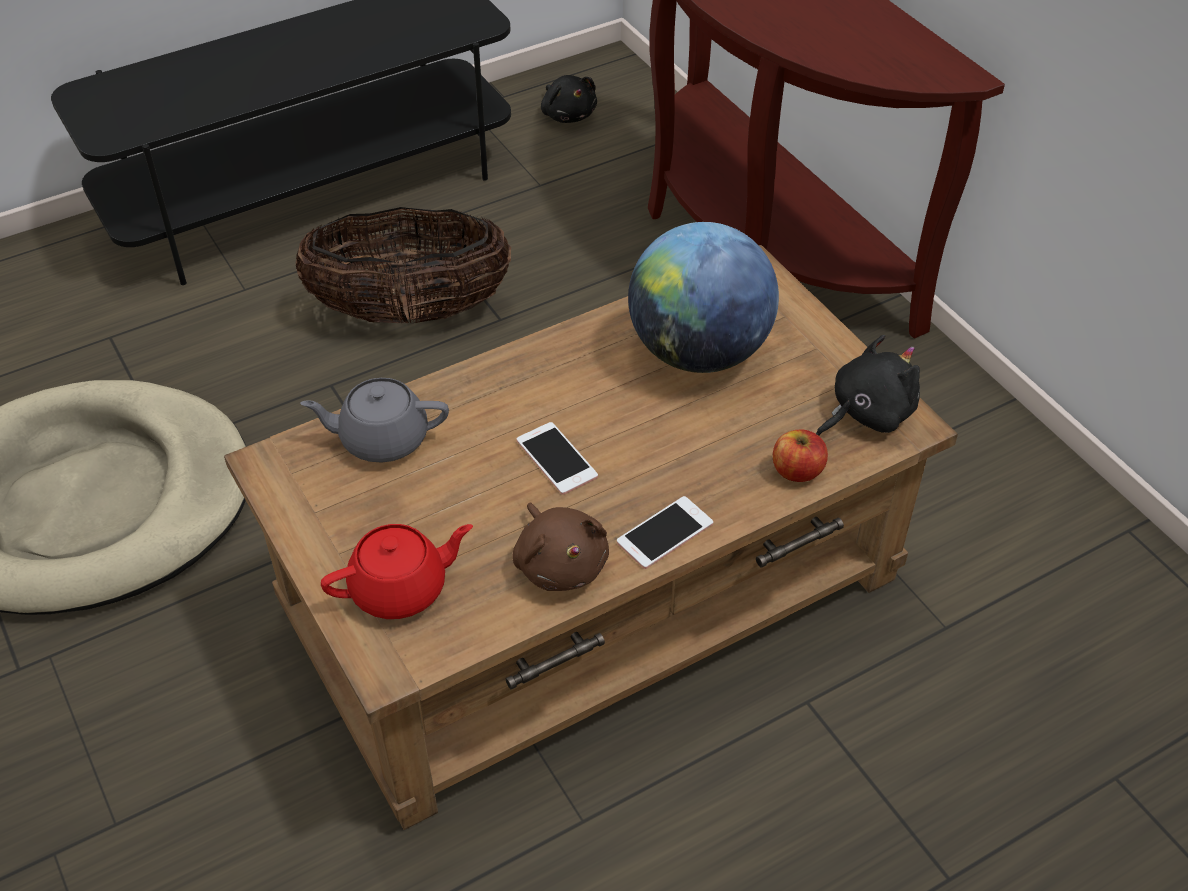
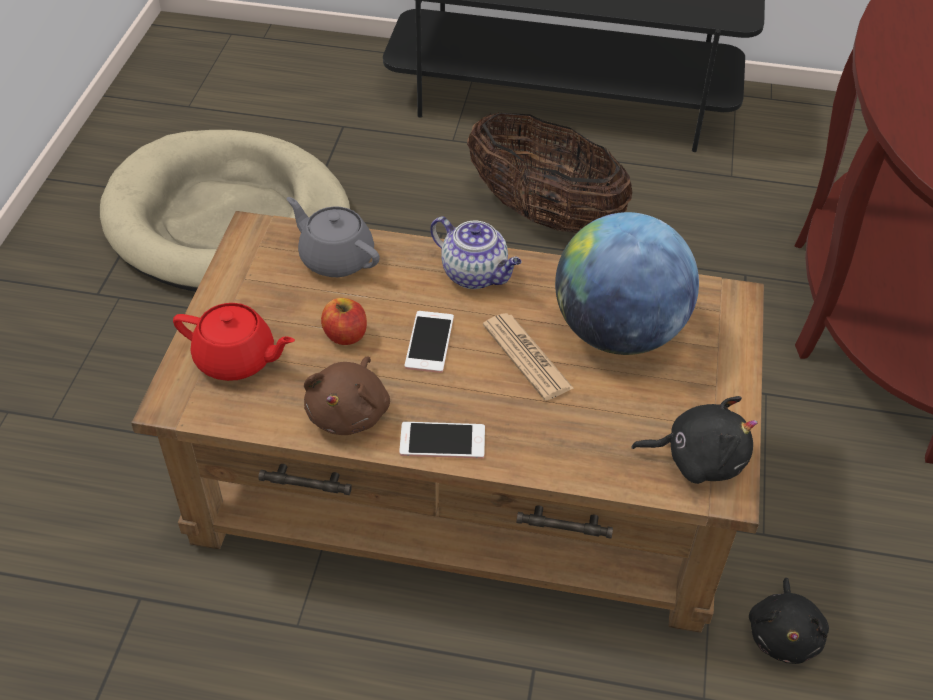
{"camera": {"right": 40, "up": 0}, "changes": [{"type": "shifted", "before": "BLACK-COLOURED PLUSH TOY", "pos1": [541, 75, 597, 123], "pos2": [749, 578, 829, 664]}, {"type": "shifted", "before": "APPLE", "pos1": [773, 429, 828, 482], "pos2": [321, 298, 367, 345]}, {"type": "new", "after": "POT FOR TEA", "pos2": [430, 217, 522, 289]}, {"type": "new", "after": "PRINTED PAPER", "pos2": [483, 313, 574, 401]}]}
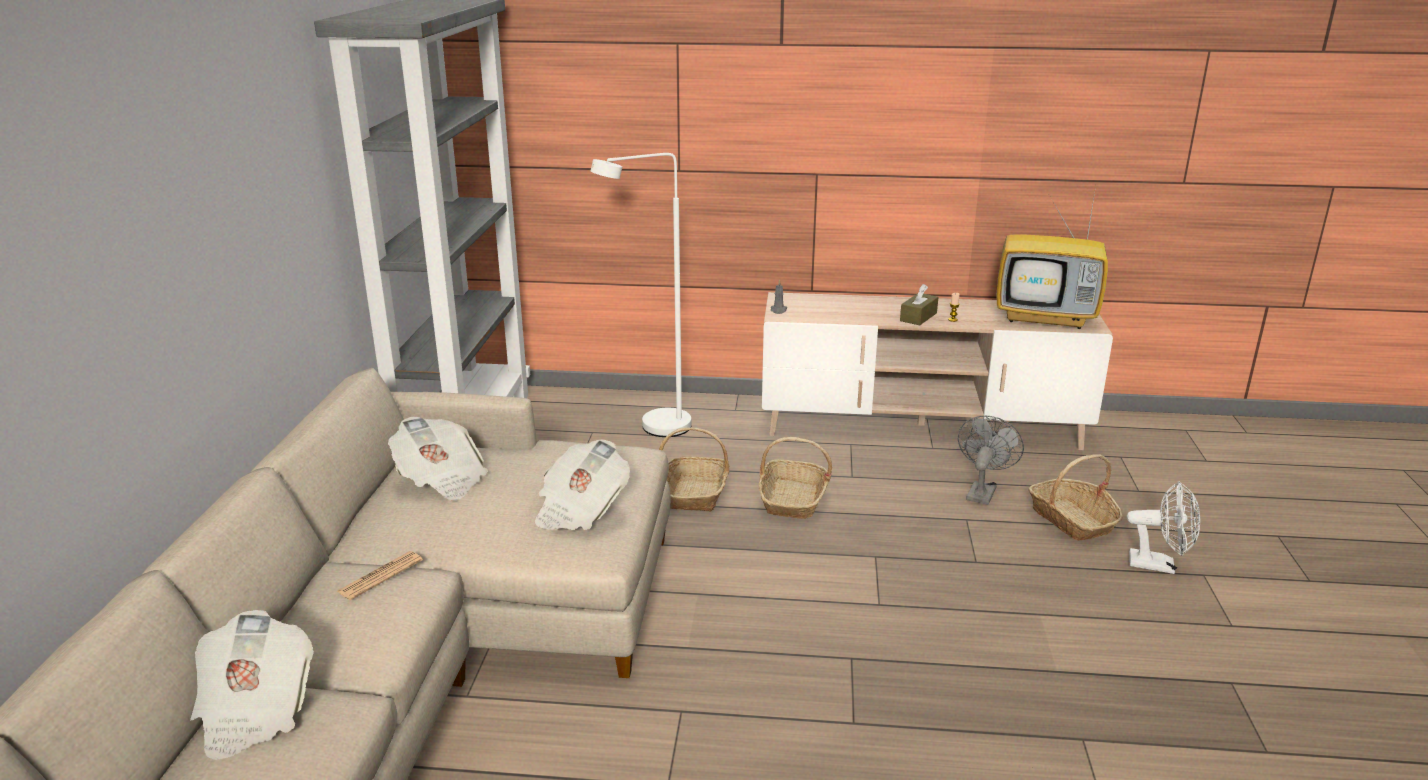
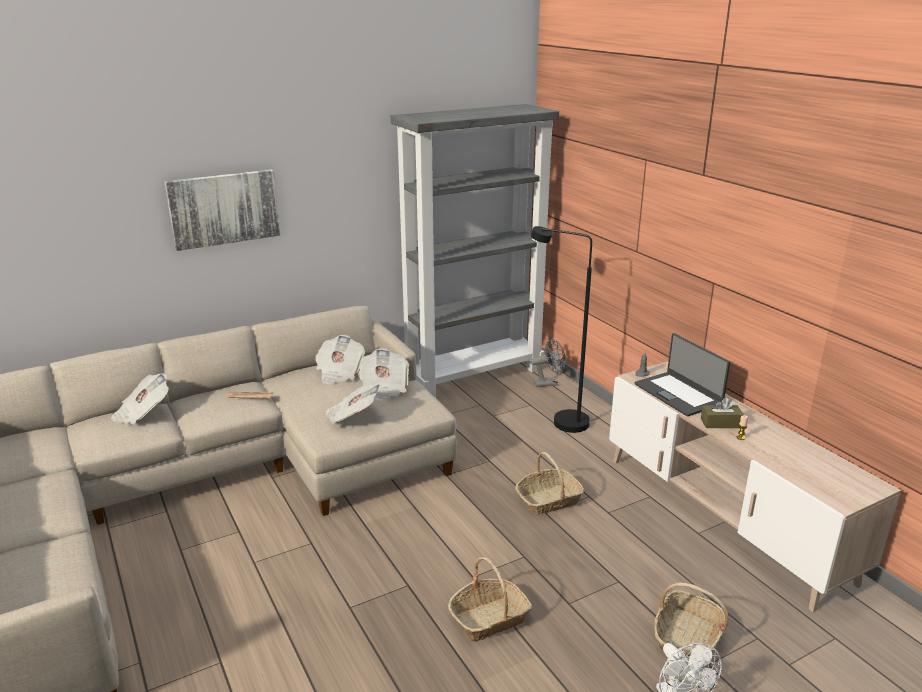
{"camera": {"right": 55, "up": 0}, "changes": [{"type": "repainted", "before": "WHITISH STANDING LAMP", "after": "BLACK-COLOURED STANDING LAMP", "pos1": [591, 153, 691, 437], "pos2": [531, 226, 592, 433]}, {"type": "shifted", "before": "HOUSEHOLD BASKET", "pos1": [659, 428, 730, 512], "pos2": [448, 557, 532, 642]}, {"type": "shifted", "before": "GREYISH ELECTRIC FAN", "pos1": [958, 416, 1024, 505], "pos2": [531, 338, 566, 387]}, {"type": "gone", "before": "TV", "pos1": [996, 187, 1108, 329]}, {"type": "new", "after": "WALL ART", "pos2": [164, 169, 280, 251]}, {"type": "new", "after": "PRINTED PAPER", "pos2": [358, 348, 409, 401]}, {"type": "new", "after": "PORTABLE COMPUTER", "pos2": [635, 333, 730, 416]}]}
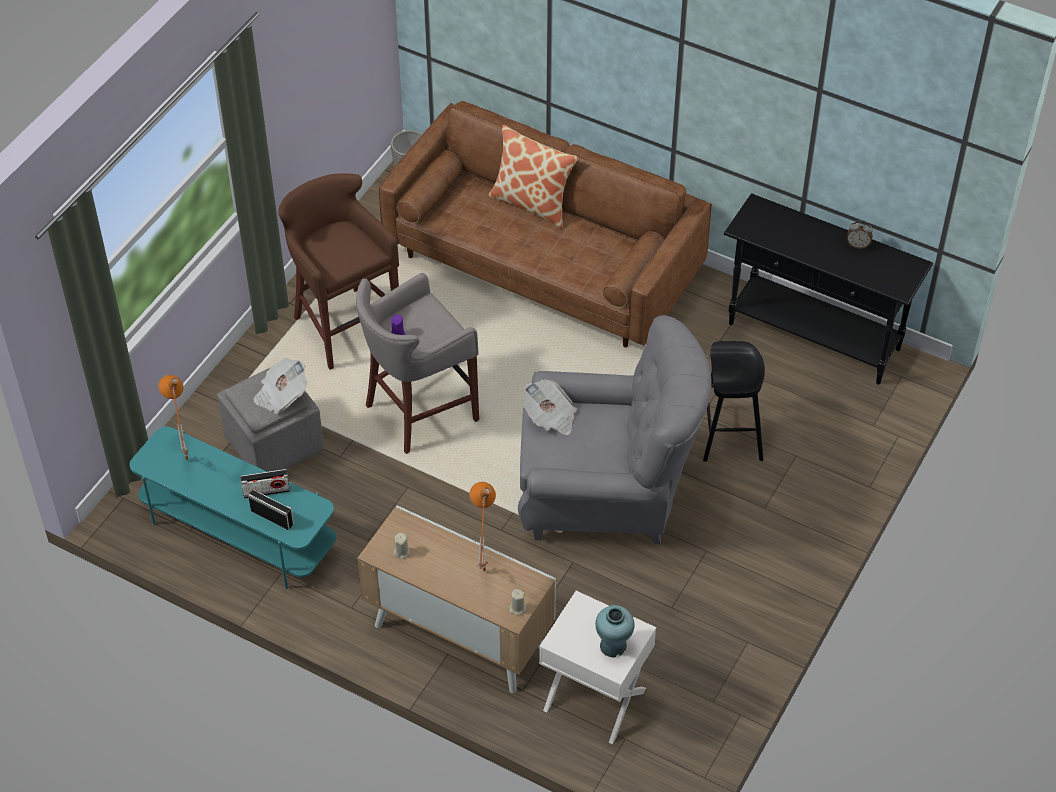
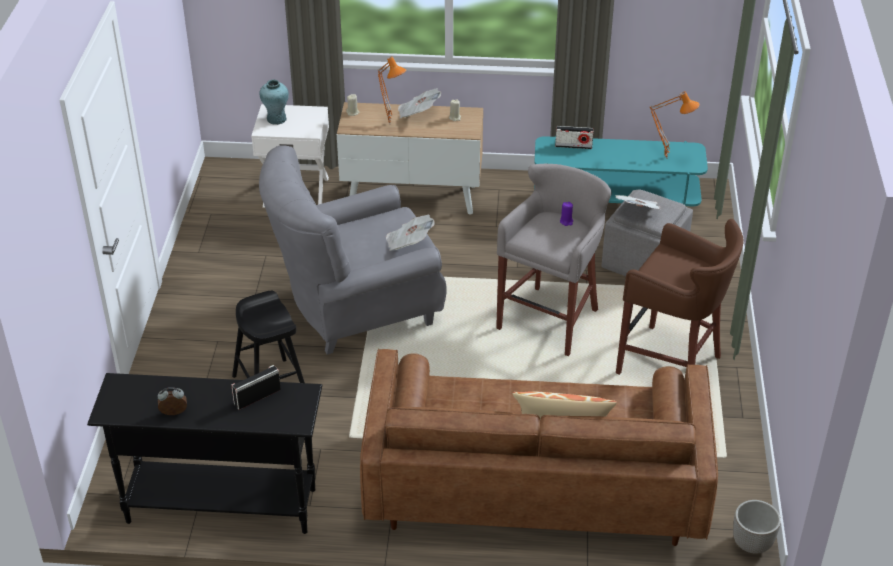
{"camera": {"right": 155, "up": -10}, "changes": [{"type": "shifted", "before": "RADIO", "pos1": [240, 469, 290, 499], "pos2": [231, 365, 281, 410]}, {"type": "new", "after": "PRINTED PAPER", "pos2": [398, 88, 441, 118]}]}
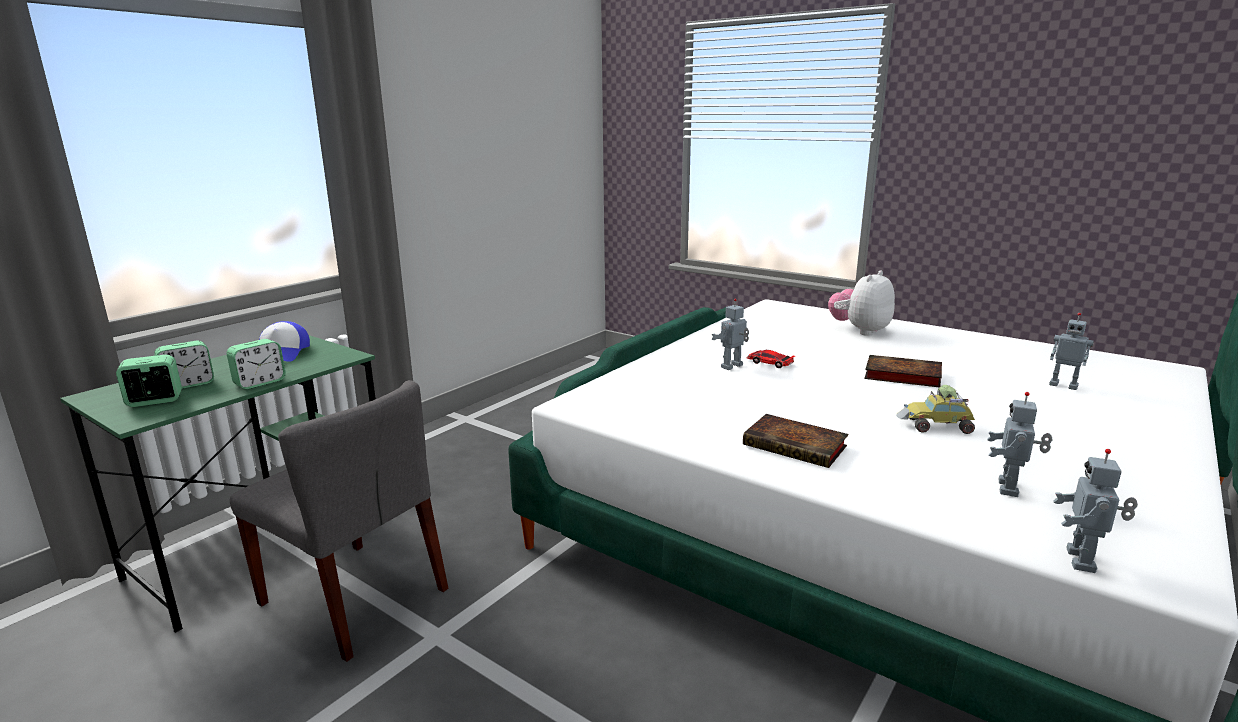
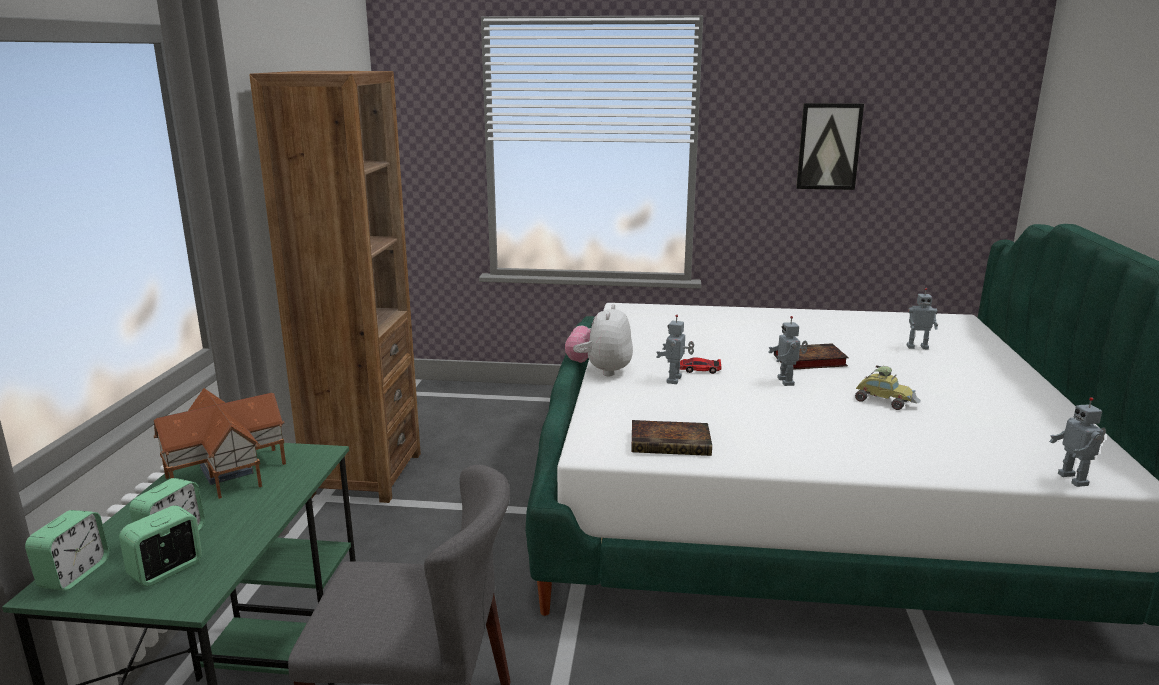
{"camera": {"right": -30, "up": 0}, "changes": [{"type": "shifted", "before": "TABLE CLOCK", "pos1": [227, 339, 286, 389], "pos2": [25, 510, 109, 591]}, {"type": "swapped", "before": "CAP", "after": "MODEL HOUSE", "pos1": [259, 321, 310, 362], "pos2": [154, 388, 286, 499]}, {"type": "shifted", "before": "BOOK", "pos1": [743, 414, 848, 468], "pos2": [632, 420, 712, 456]}, {"type": "shifted", "before": "PLUSH TOY", "pos1": [828, 270, 895, 336], "pos2": [565, 304, 633, 376]}, {"type": "rotated", "before": "MODEL CAR", "pos1": [896, 385, 975, 434], "pos2": [855, 365, 921, 410], "turn": -120}, {"type": "shifted", "before": "ROBOT FIGURE", "pos1": [987, 392, 1053, 497], "pos2": [768, 316, 808, 386]}, {"type": "new", "after": "BROWN-COLOURED BOOKCASE", "pos2": [249, 71, 421, 503]}, {"type": "new", "after": "WALL ART", "pos2": [796, 103, 864, 190]}]}
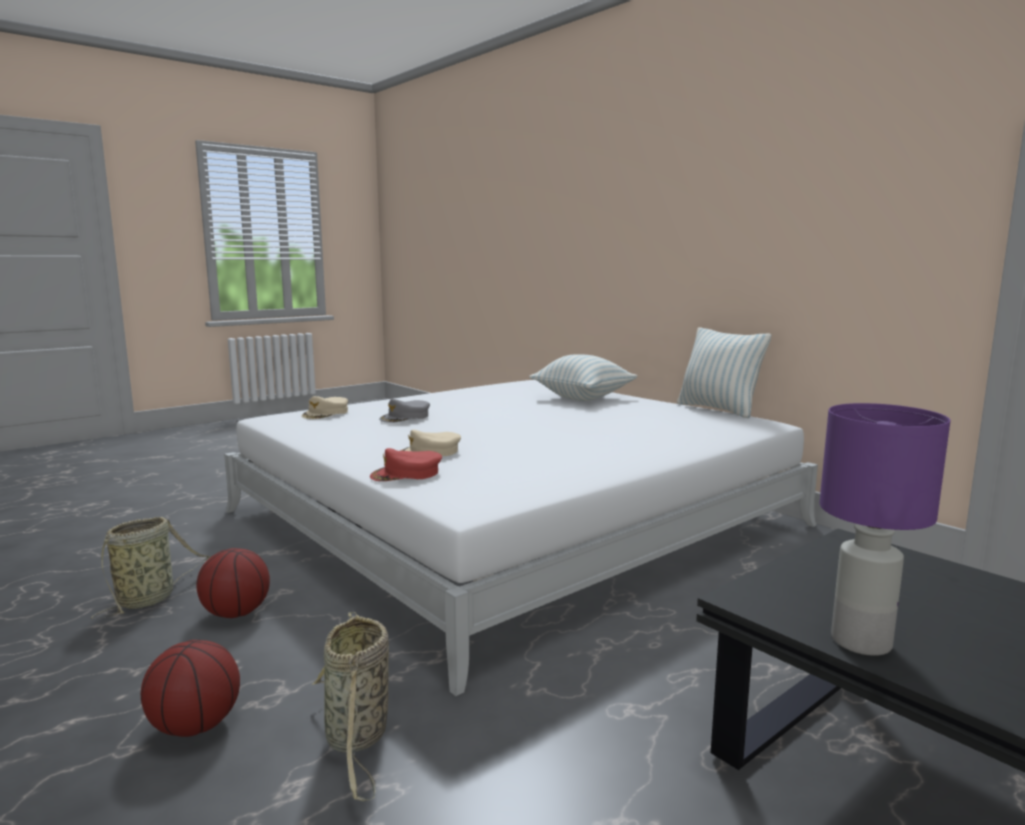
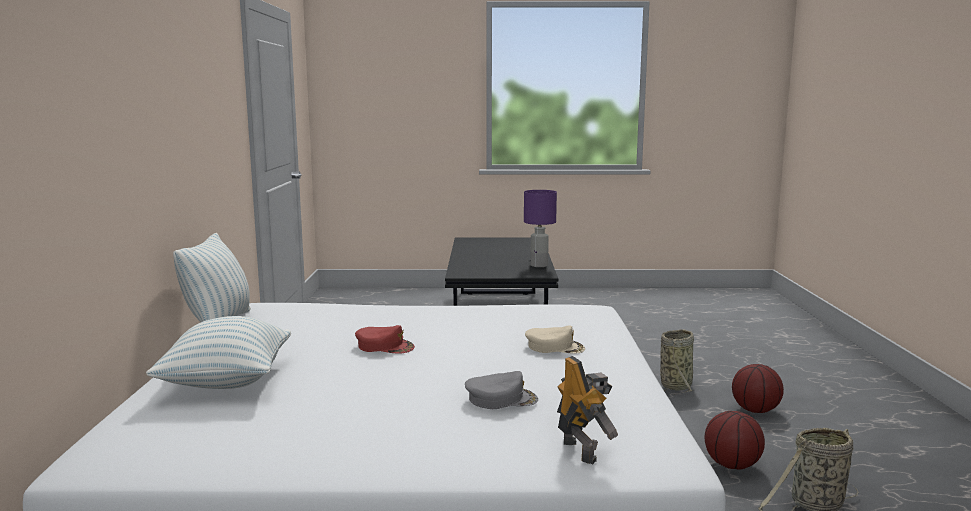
{"camera": {"right": -140, "up": 0}, "changes": [{"type": "swapped", "before": "SAND-COLOURED CAP", "after": "ROBOT FIGURE", "pos1": [301, 396, 348, 419], "pos2": [557, 356, 618, 464]}, {"type": "shifted", "before": "RED-COLOURED CAP", "pos1": [370, 448, 442, 481], "pos2": [355, 325, 415, 354]}]}
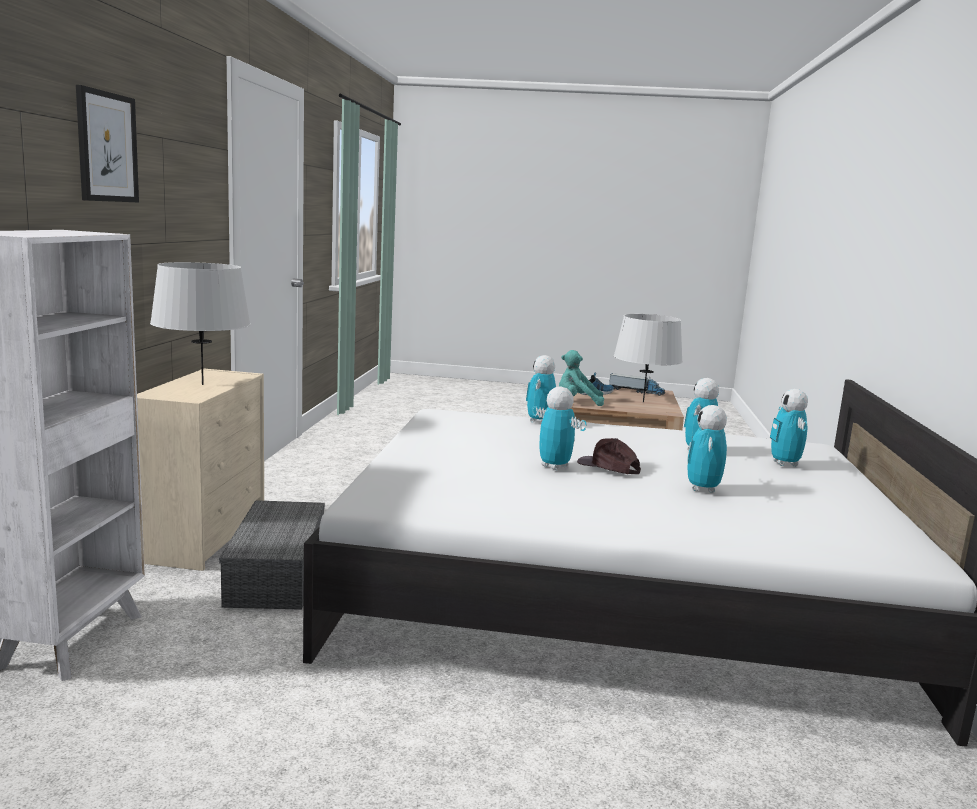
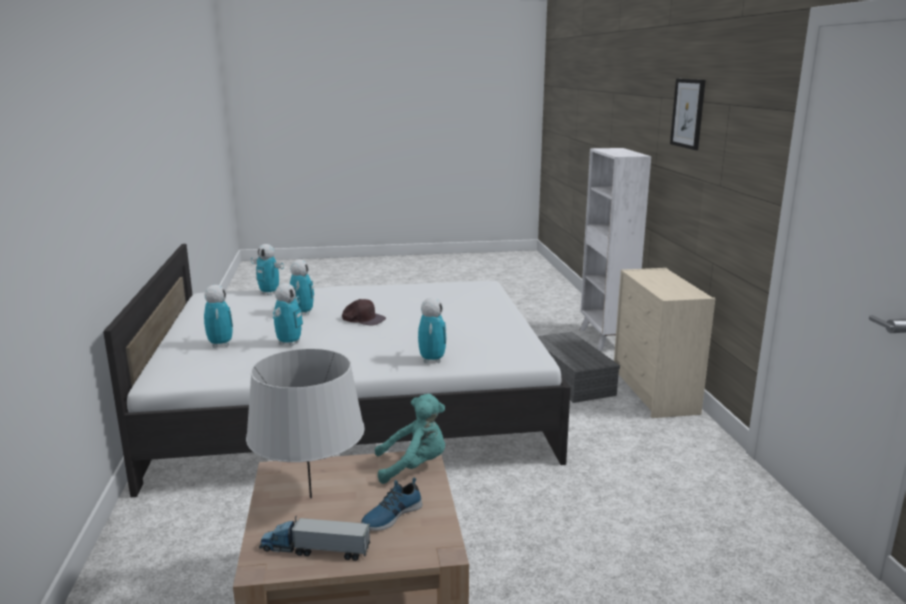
{"camera": {"right": 165, "up": 5}, "changes": [{"type": "gone", "before": "GREYISH TABLE LAMP", "pos1": [150, 262, 251, 385]}, {"type": "shifted", "before": "ROBOT FIGURE", "pos1": [532, 386, 586, 470], "pos2": [251, 244, 284, 296]}]}
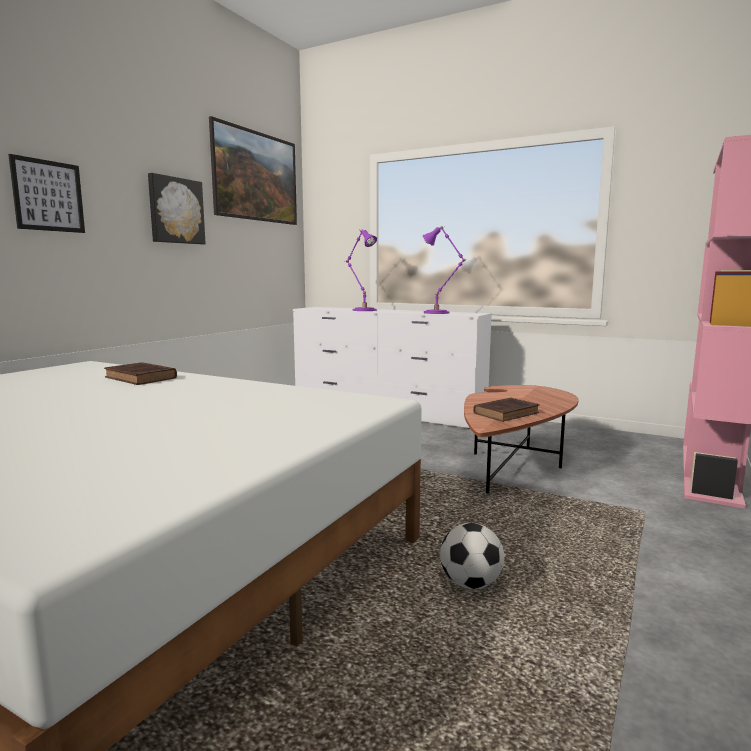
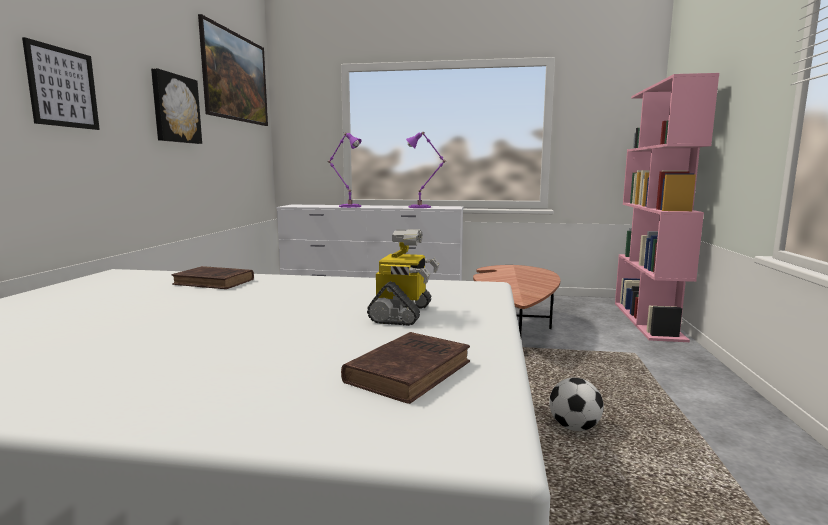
{"camera": {"right": -20, "up": 0}, "changes": [{"type": "shifted", "before": "BROWN-COLOURED BOOK", "pos1": [473, 398, 540, 422], "pos2": [341, 332, 470, 404]}, {"type": "new", "after": "ROBOT FIGURE", "pos2": [367, 229, 439, 326]}]}
